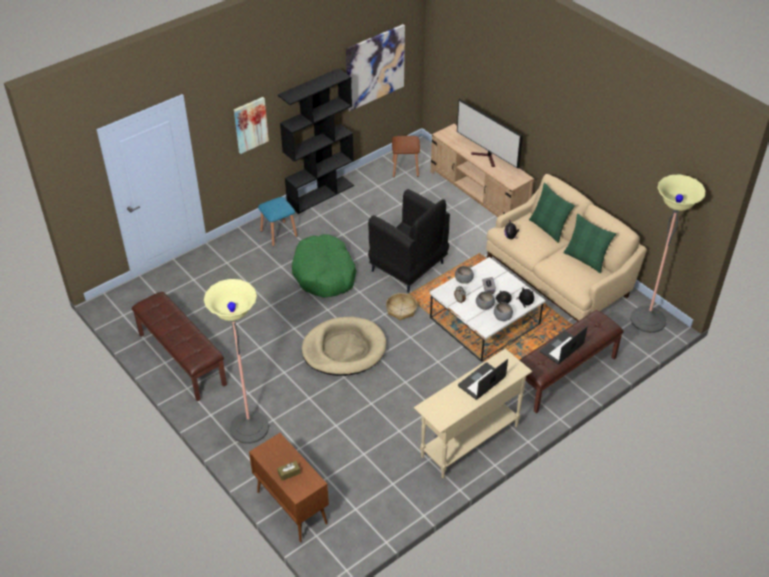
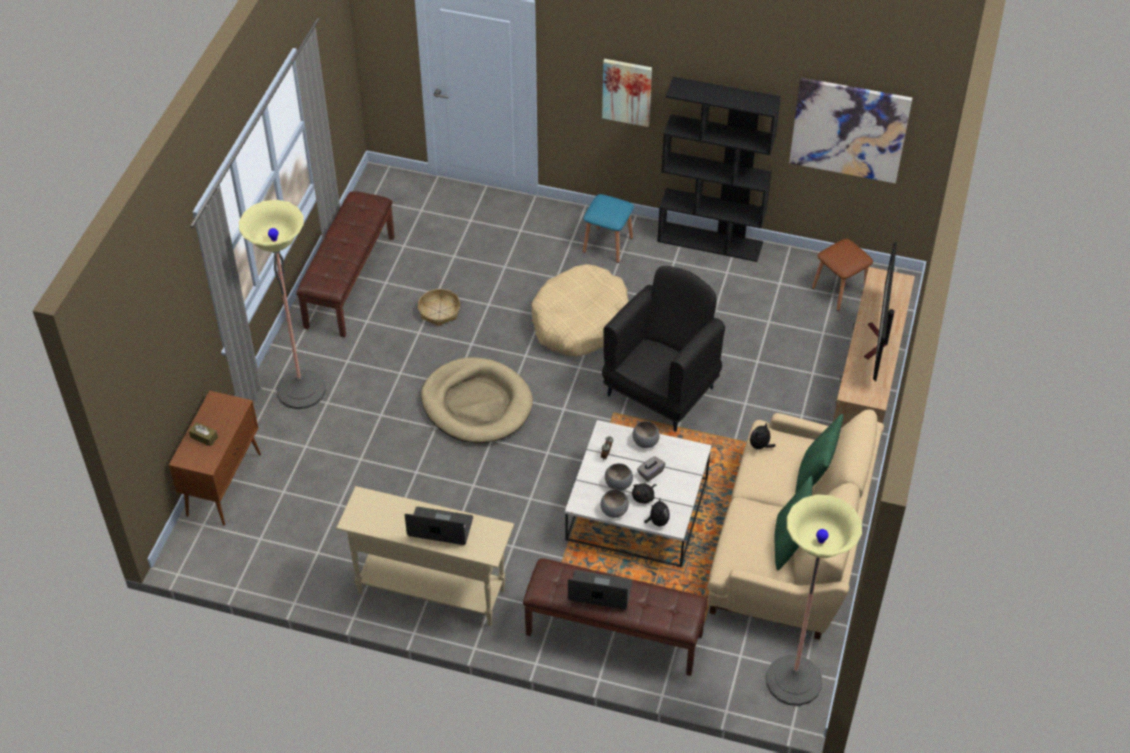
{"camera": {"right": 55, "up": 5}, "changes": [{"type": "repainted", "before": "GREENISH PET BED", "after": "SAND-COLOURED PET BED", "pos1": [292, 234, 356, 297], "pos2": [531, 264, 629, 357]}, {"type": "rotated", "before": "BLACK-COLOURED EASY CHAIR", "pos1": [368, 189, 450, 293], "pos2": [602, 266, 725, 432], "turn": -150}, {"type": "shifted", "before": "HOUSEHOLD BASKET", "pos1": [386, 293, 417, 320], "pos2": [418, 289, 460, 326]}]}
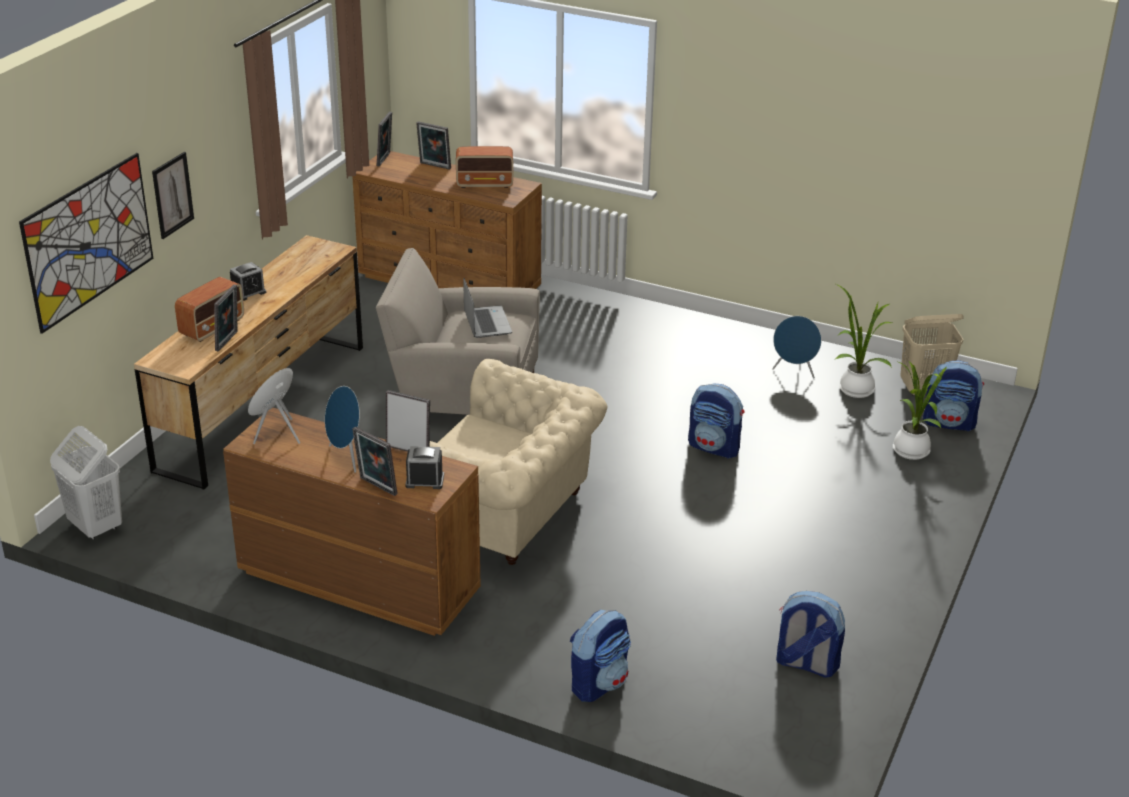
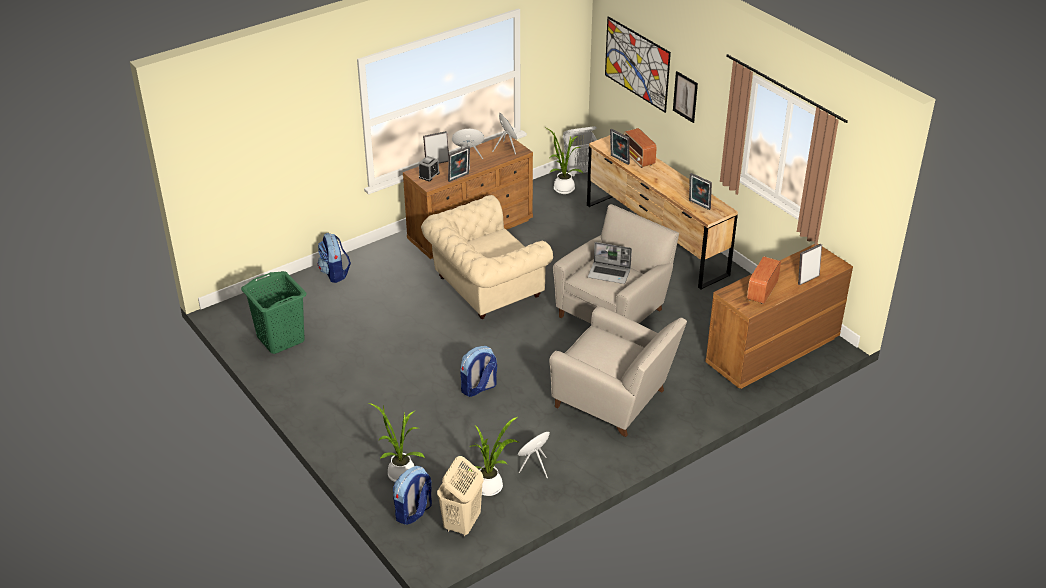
{"camera": {"right": 120, "up": 5}, "changes": [{"type": "gone", "before": "TABLE CLOCK", "pos1": [230, 262, 266, 301]}, {"type": "shifted", "before": "PICTURE FRAME", "pos1": [377, 111, 392, 167], "pos2": [689, 173, 712, 210]}, {"type": "swapped", "before": "BACKPACK", "after": "GREENISH WASHING BASKET", "pos1": [776, 591, 845, 678], "pos2": [241, 271, 307, 354]}, {"type": "new", "after": "PLANT IN A POT", "pos2": [544, 127, 583, 194]}, {"type": "new", "after": "SAND-COLOURED EASY CHAIR", "pos2": [549, 306, 687, 437]}]}
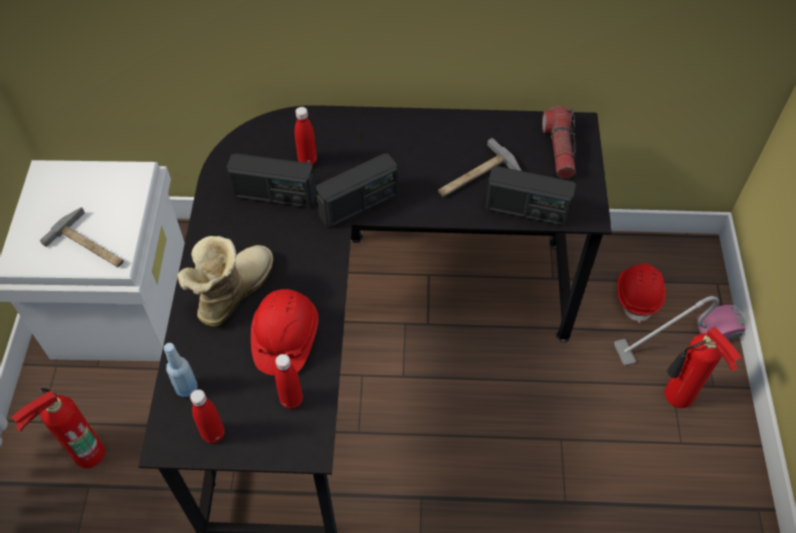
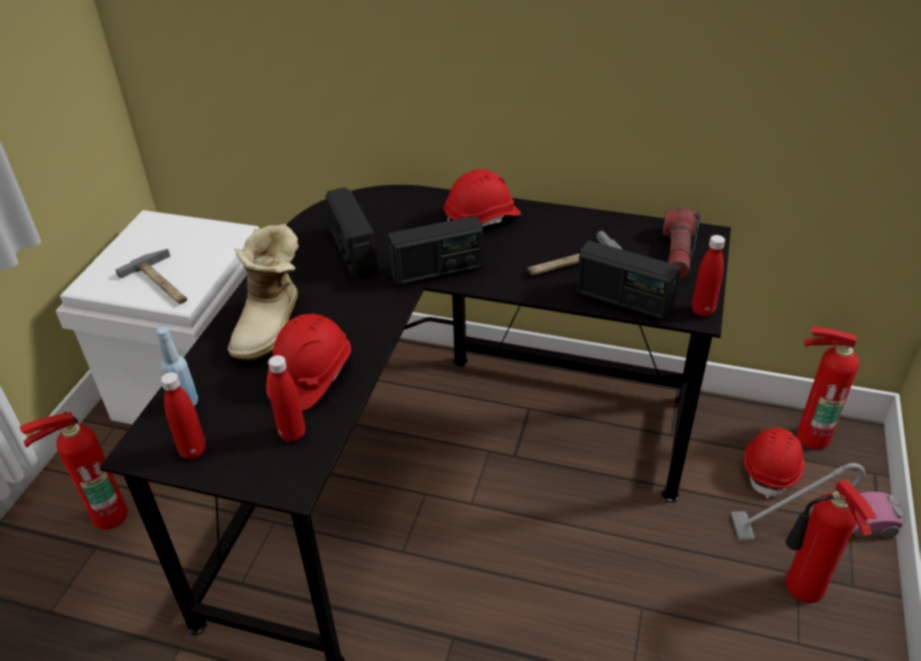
{"camera": {"right": 15, "up": -15}, "changes": [{"type": "rotated", "before": "TALL BOOT", "pos1": [177, 236, 273, 326], "pos2": [228, 224, 299, 362], "turn": 150}, {"type": "rotated", "before": "RADIO", "pos1": [226, 153, 316, 208], "pos2": [325, 187, 378, 278], "turn": 45}, {"type": "shifted", "before": "RED-COLOURED BEVERAGE BOTTLE", "pos1": [294, 107, 317, 165], "pos2": [692, 235, 725, 317]}, {"type": "new", "after": "RED-COLOURED HARD HAT", "pos2": [444, 169, 521, 227]}, {"type": "new", "after": "FIRE-FIGHTING CYLINDER", "pos2": [797, 327, 859, 449]}]}
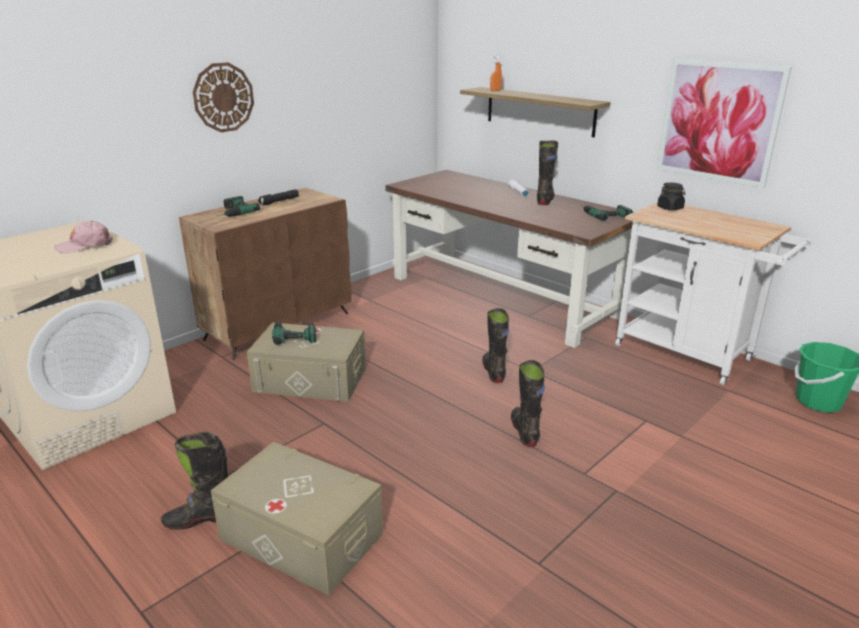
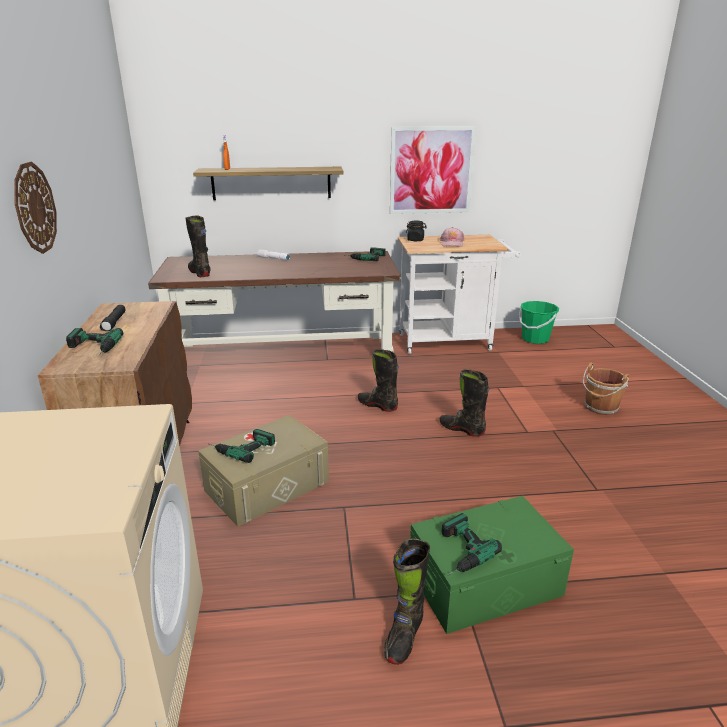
{"camera": {"right": -50, "up": 0}, "changes": [{"type": "shifted", "before": "PINKISH CAP", "pos1": [54, 220, 113, 254], "pos2": [440, 227, 464, 247]}, {"type": "repainted", "before": "SAND-COLOURED STORAGE CONTAINER", "after": "GREENISH STORAGE CONTAINER", "pos1": [211, 442, 383, 596], "pos2": [410, 496, 574, 634]}, {"type": "shifted", "before": "BLACK-COLOURED TALL BOOT", "pos1": [537, 141, 558, 205], "pos2": [186, 215, 211, 277]}, {"type": "new", "after": "ELECTRIC DRILL", "pos2": [442, 513, 502, 576]}, {"type": "new", "after": "BROWN-COLOURED WATER BUCKET", "pos2": [583, 362, 630, 415]}]}
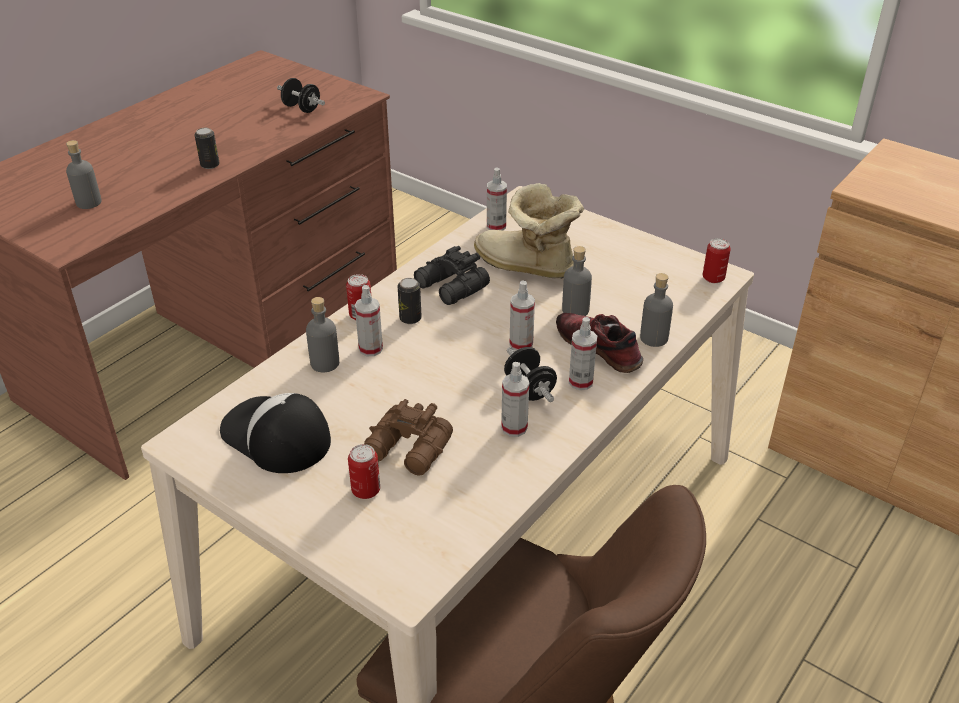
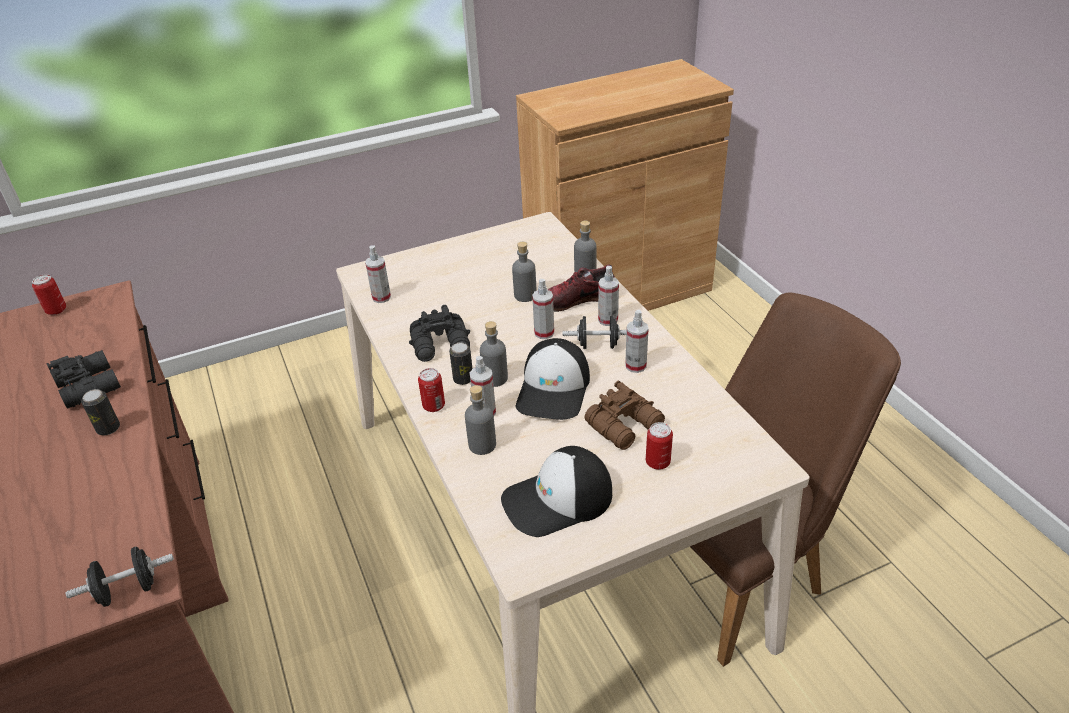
{"camera": {"right": -60, "up": 0}, "changes": [{"type": "shifted", "before": "GREYISH BEVERAGE BOTTLE", "pos1": [66, 140, 102, 209], "pos2": [480, 321, 508, 387]}, {"type": "shifted", "before": "BLACK-COLOURED DUMBBELL", "pos1": [277, 78, 325, 113], "pos2": [66, 547, 174, 607]}, {"type": "gone", "before": "TALL BOOT", "pos1": [474, 183, 584, 279]}, {"type": "shifted", "before": "METAL CAN", "pos1": [703, 238, 731, 283], "pos2": [32, 274, 66, 315]}, {"type": "new", "after": "BLACK-COLOURED PAIR OF BINOCULARS", "pos2": [46, 350, 121, 409]}, {"type": "new", "after": "CAP", "pos2": [515, 338, 590, 420]}]}
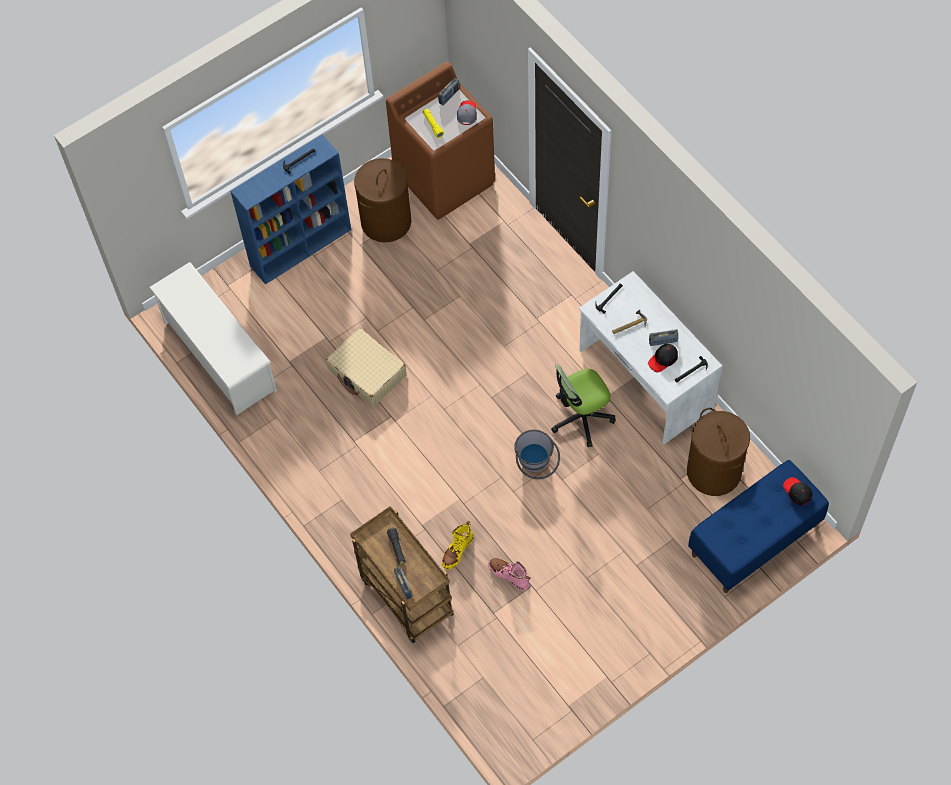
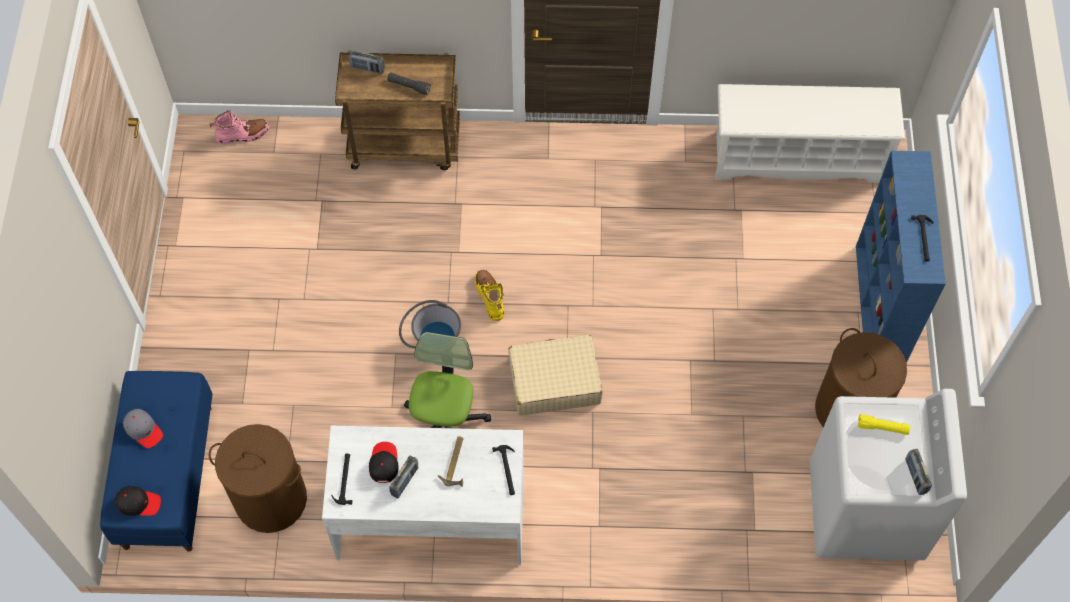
{"camera": {"right": 125, "up": 0}, "changes": [{"type": "shifted", "before": "SAND-COLOURED PIECE OF LUGGAGE", "pos1": [326, 328, 407, 407], "pos2": [508, 335, 603, 416]}, {"type": "repainted", "before": "BROWN-COLOURED WASHING MACHINE", "after": "WHITISH WASHING MACHINE", "pos1": [386, 62, 495, 220], "pos2": [810, 389, 967, 561]}, {"type": "shifted", "before": "YELLOW TALL BOOT", "pos1": [442, 521, 474, 570], "pos2": [475, 270, 504, 321]}, {"type": "shifted", "before": "GREYISH CAP", "pos1": [457, 100, 477, 125], "pos2": [123, 409, 163, 448]}, {"type": "shifted", "before": "PINKISH TALL BOOT", "pos1": [488, 558, 531, 591], "pos2": [209, 110, 270, 144]}]}
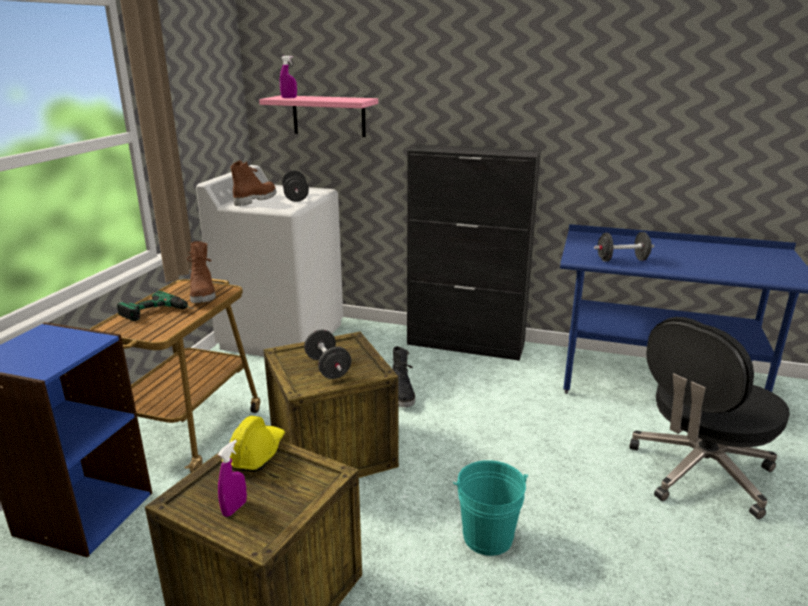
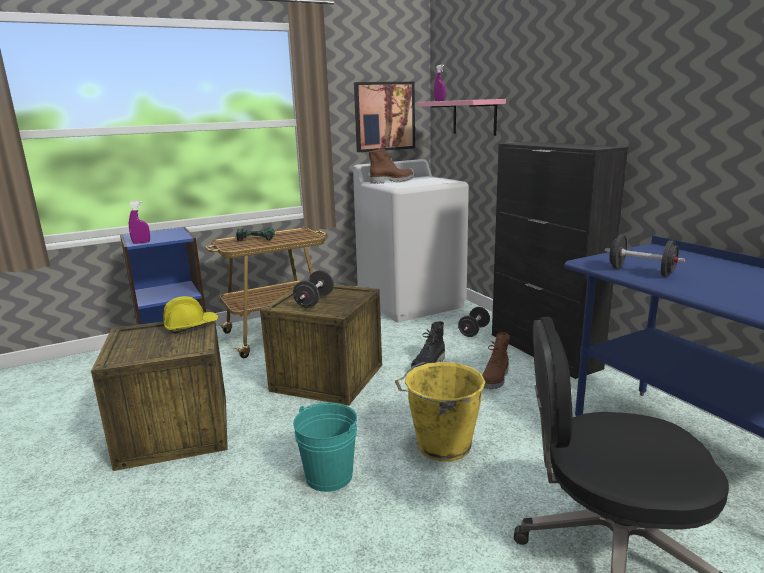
{"camera": {"right": 45, "up": -5}, "changes": [{"type": "shifted", "before": "BROWN-COLOURED TALL BOOT", "pos1": [187, 241, 216, 303], "pos2": [482, 332, 510, 389]}, {"type": "shifted", "before": "PURPLE-COLOURED SPRAY BOTTLE", "pos1": [217, 440, 247, 517], "pos2": [129, 201, 150, 244]}, {"type": "shifted", "before": "BLACK-COLOURED DUMBBELL", "pos1": [282, 170, 309, 202], "pos2": [458, 307, 490, 337]}, {"type": "new", "after": "WALL ART", "pos2": [354, 82, 415, 152]}, {"type": "new", "after": "YELLOW WATER BUCKET", "pos2": [395, 362, 485, 462]}]}
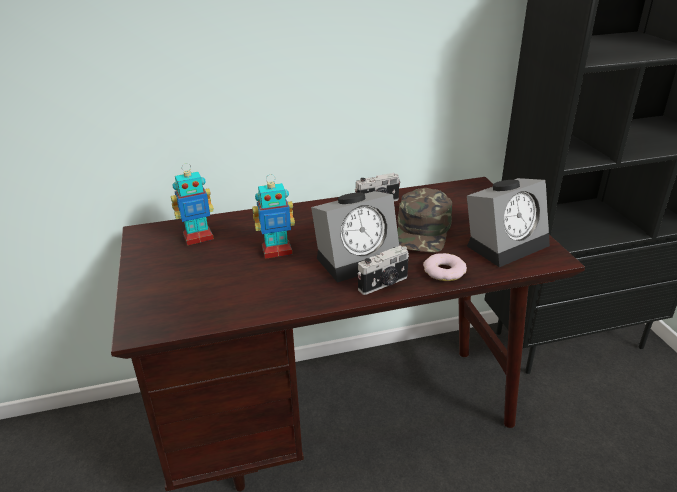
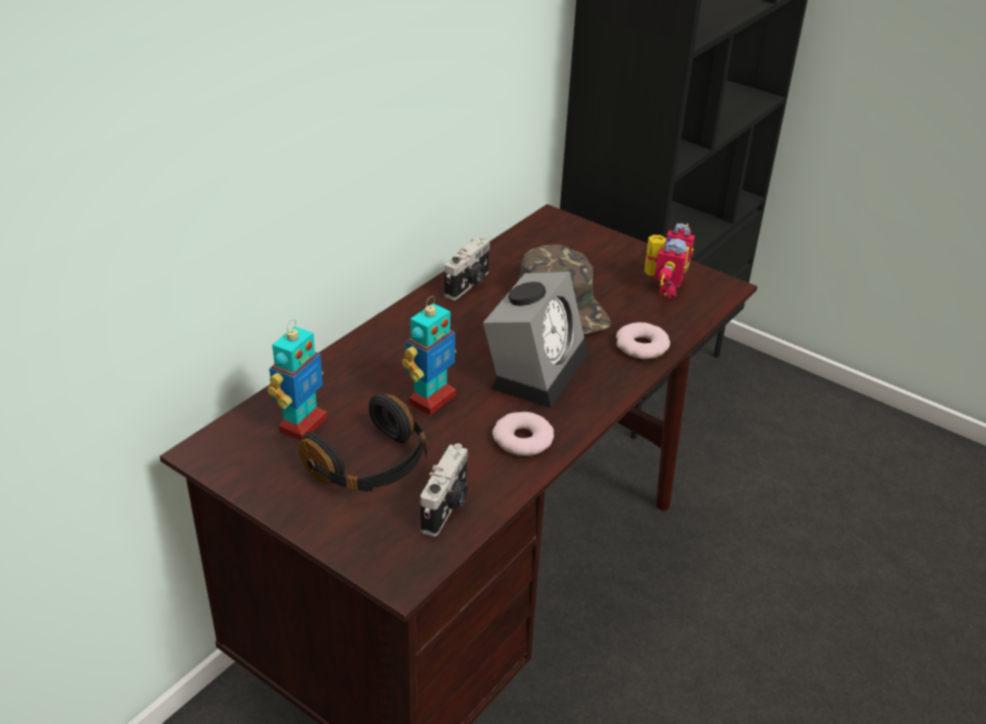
{"camera": {"right": -40, "up": 5}, "changes": [{"type": "shifted", "before": "STILL CAMERA", "pos1": [357, 245, 409, 295], "pos2": [420, 443, 468, 536]}, {"type": "swapped", "before": "TABLE CLOCK", "after": "ROBOT FIGURE", "pos1": [467, 178, 550, 267], "pos2": [644, 223, 695, 298]}, {"type": "new", "after": "BLACK-COLOURED HEADPHONES", "pos2": [298, 394, 427, 491]}, {"type": "new", "after": "DONUT", "pos2": [492, 412, 554, 456]}]}
